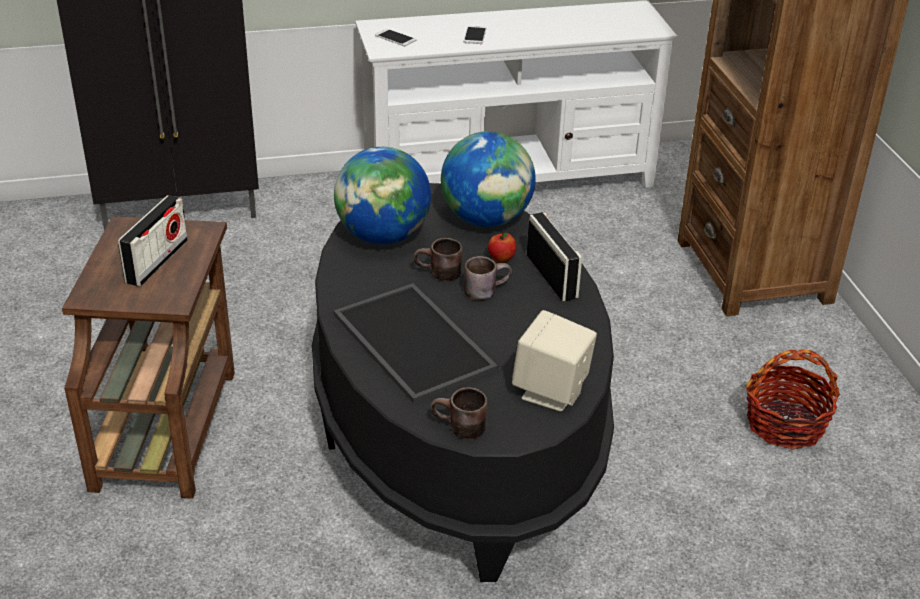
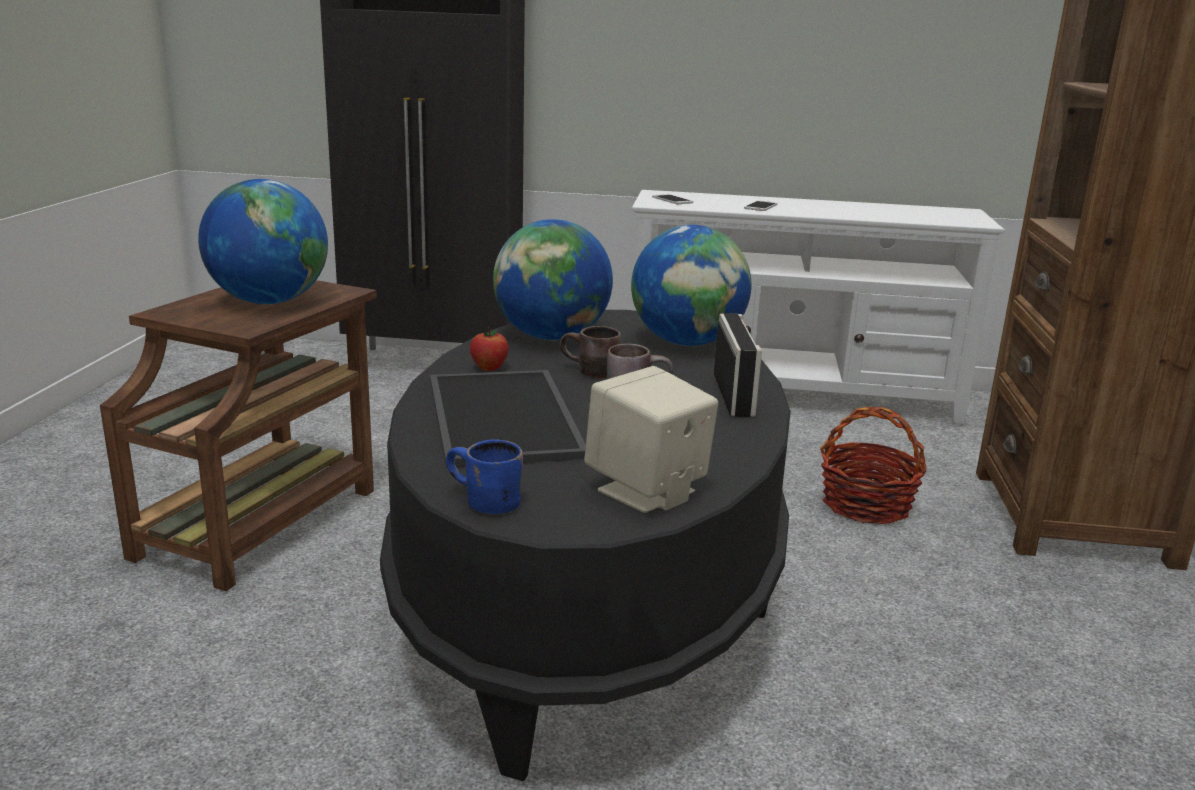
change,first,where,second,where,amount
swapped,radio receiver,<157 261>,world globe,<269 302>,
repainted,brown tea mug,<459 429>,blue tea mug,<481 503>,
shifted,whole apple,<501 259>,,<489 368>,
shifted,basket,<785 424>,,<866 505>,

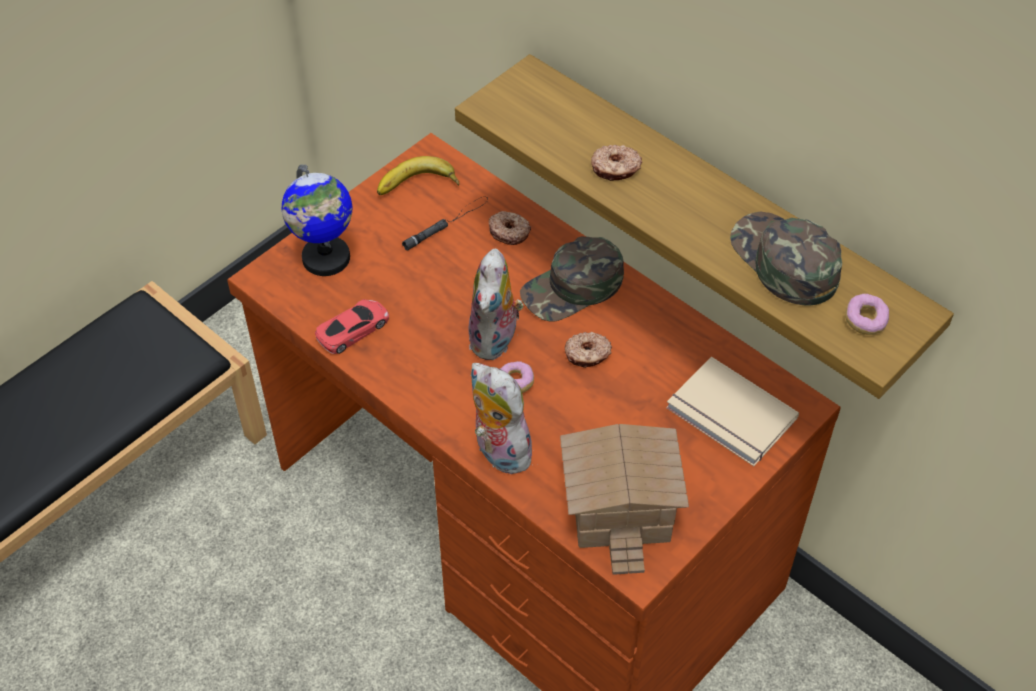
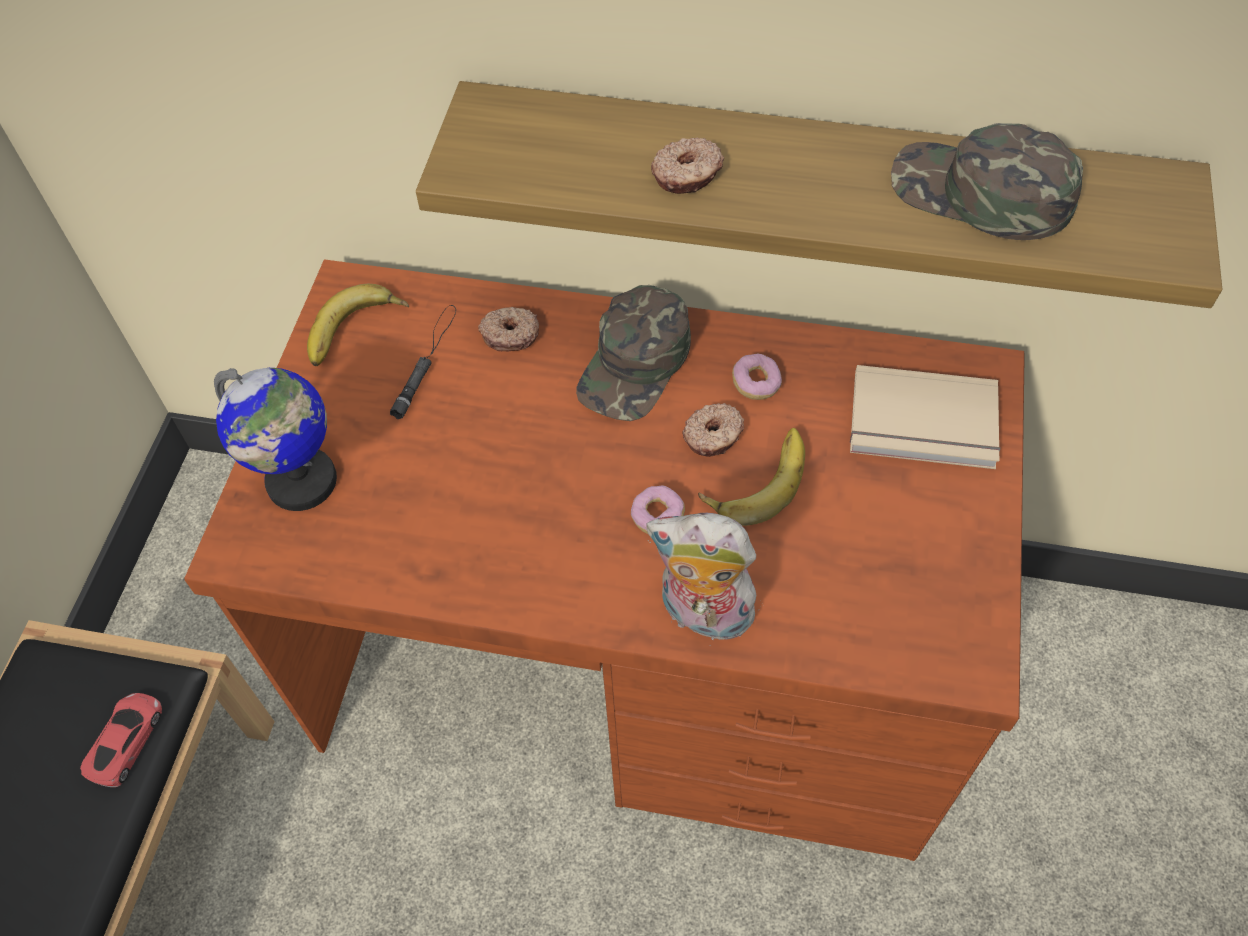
change,first,where,second,where,amount
shifted,reddish miniature car,<353 329>,,<125 741>,
gone,soft toy,<496 340>,,,
gone,model house,<616 505>,,,
shifted,doughnut,<865 321>,,<756 384>,
new,,,whole banana,<755 479>,

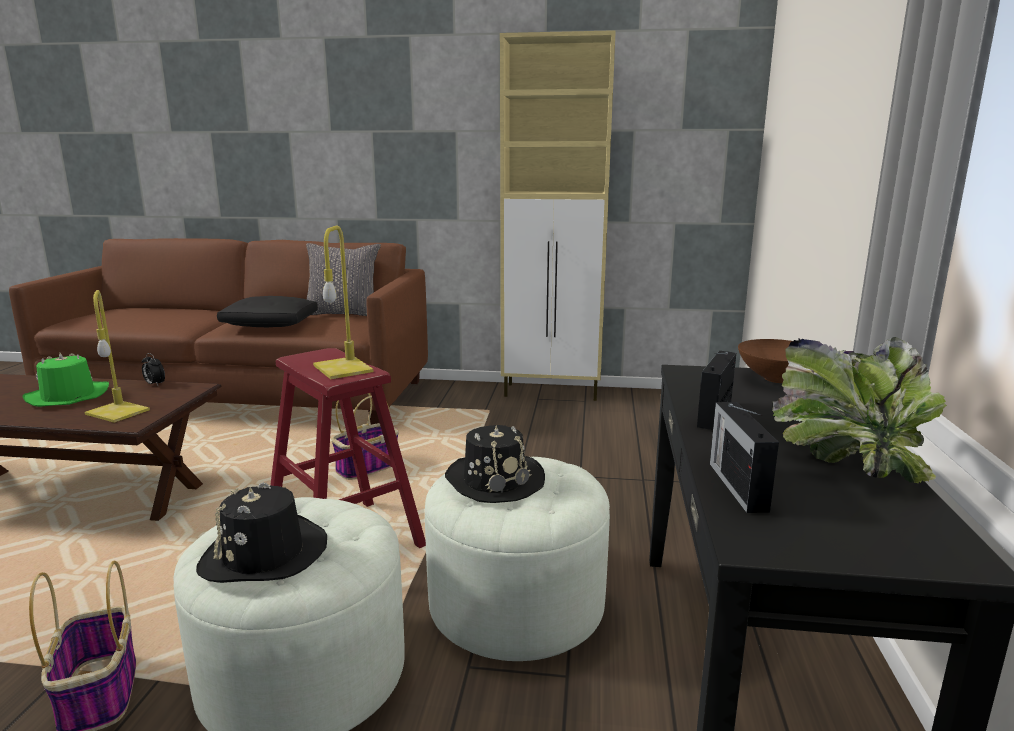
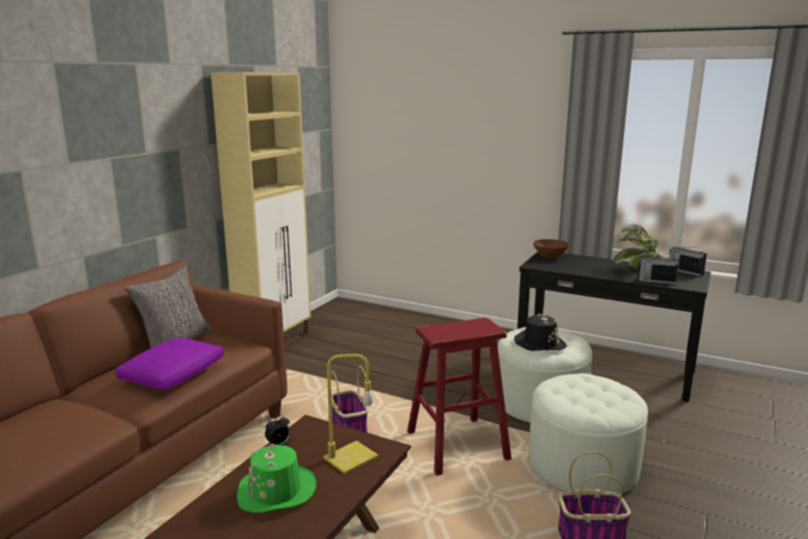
change,first,where,second,where,amount
gone,black wearable hat,<264 555>,,,
repainted,black pillow,<271 324>,purple pillow,<174 374>,
gone,yellow-coloured lamp for a table,<341 368>,,,
shifted,radio receiver,<715 414>,,<685 271>,

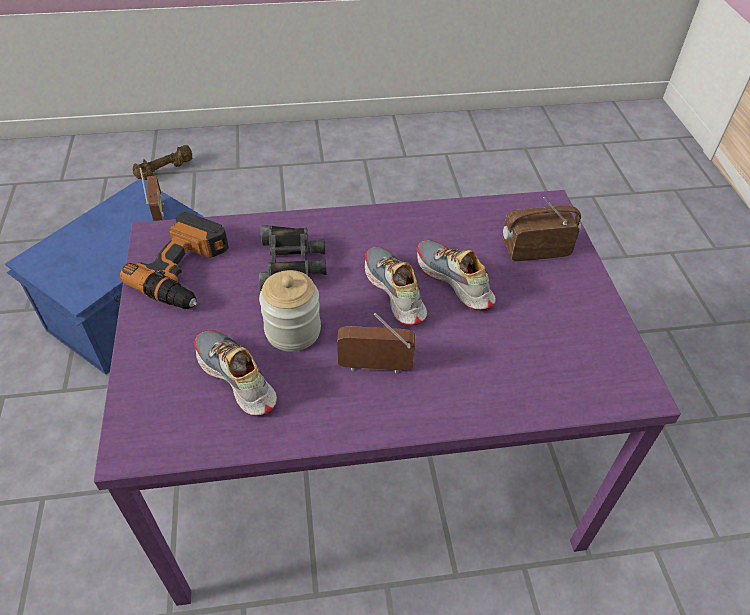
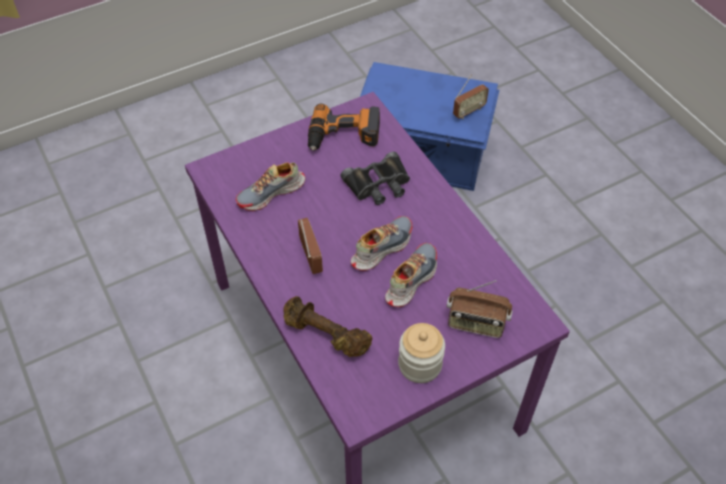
change,first,where,second,where,amount
shifted,brown dumbbell,<165 171>,,<325 335>,
rotated,low shoe,<236 378>,,<271 193>,150 degrees counterclockwise
shifted,preserve jar,<293 331>,,<420 364>,
rotated,radio receiver,<535 249>,,<476 323>,135 degrees clockwise

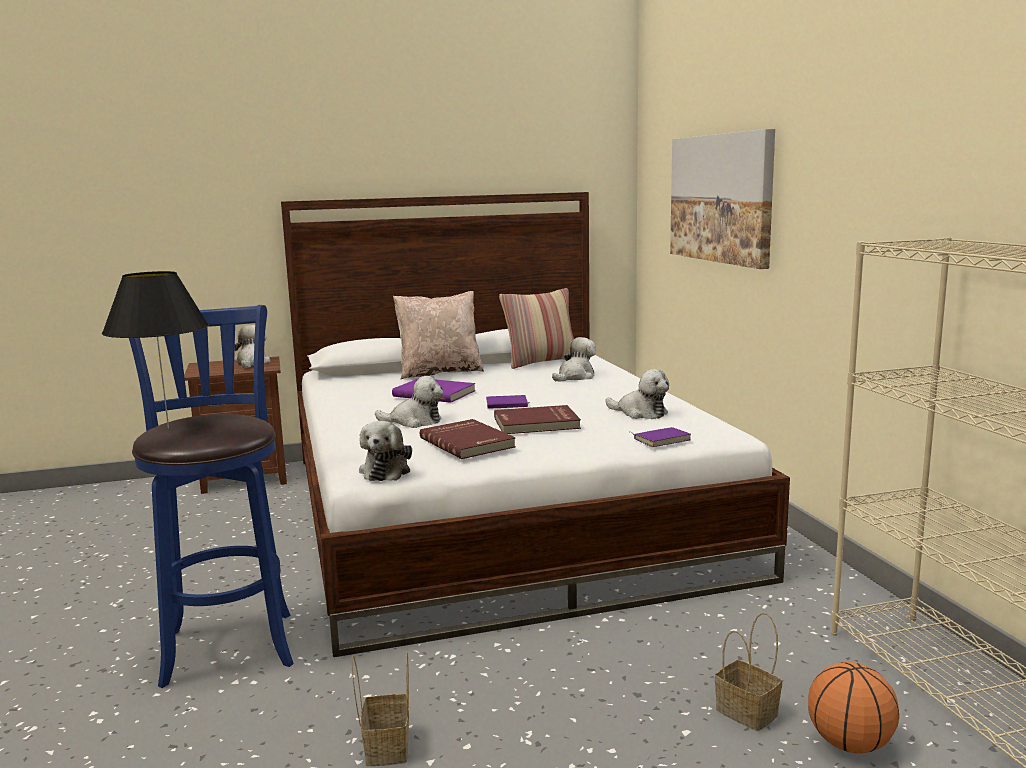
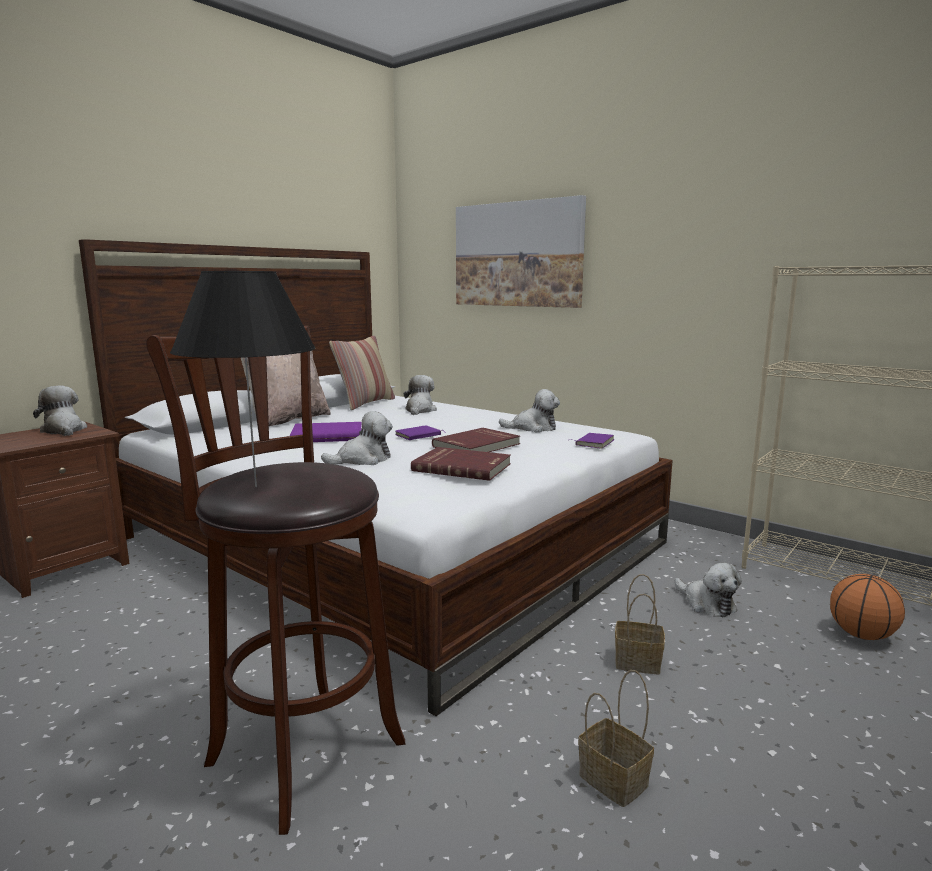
change,first,where,second,where,amount
repainted,blue stool,<229 644>,brown stool,<300 748>,
shifted,soft toy,<386 470>,,<706 604>,
shifted,basket,<749 712>,,<639 662>,

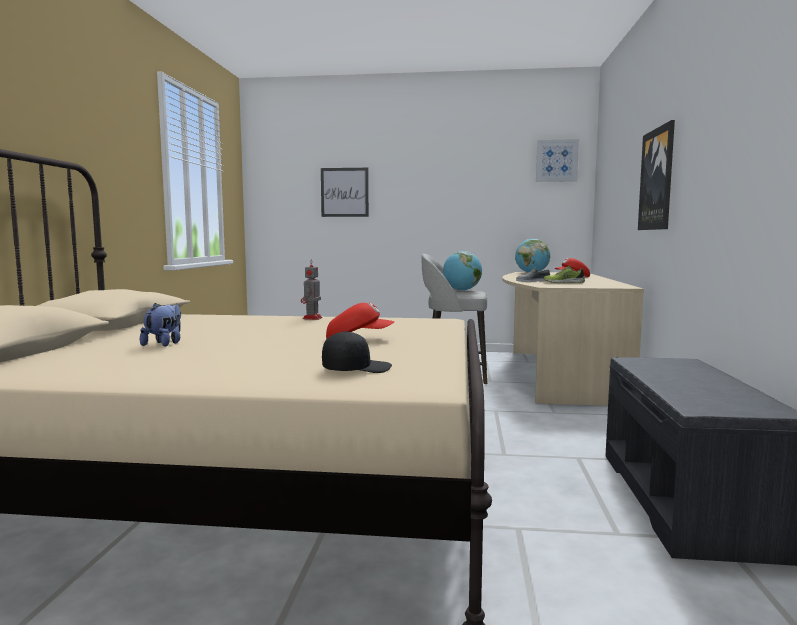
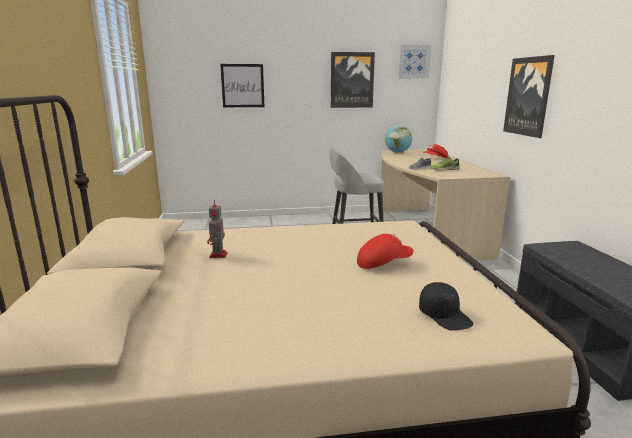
change,first,where,second,where,amount
gone,soft toy,<164 344>,,,
shifted,model robot,<312 318>,,<218 255>,
rotated,black cap,<356 369>,,<445 316>,90 degrees clockwise
gone,world globe,<462 290>,,,
new,,,picture,<352 80>,

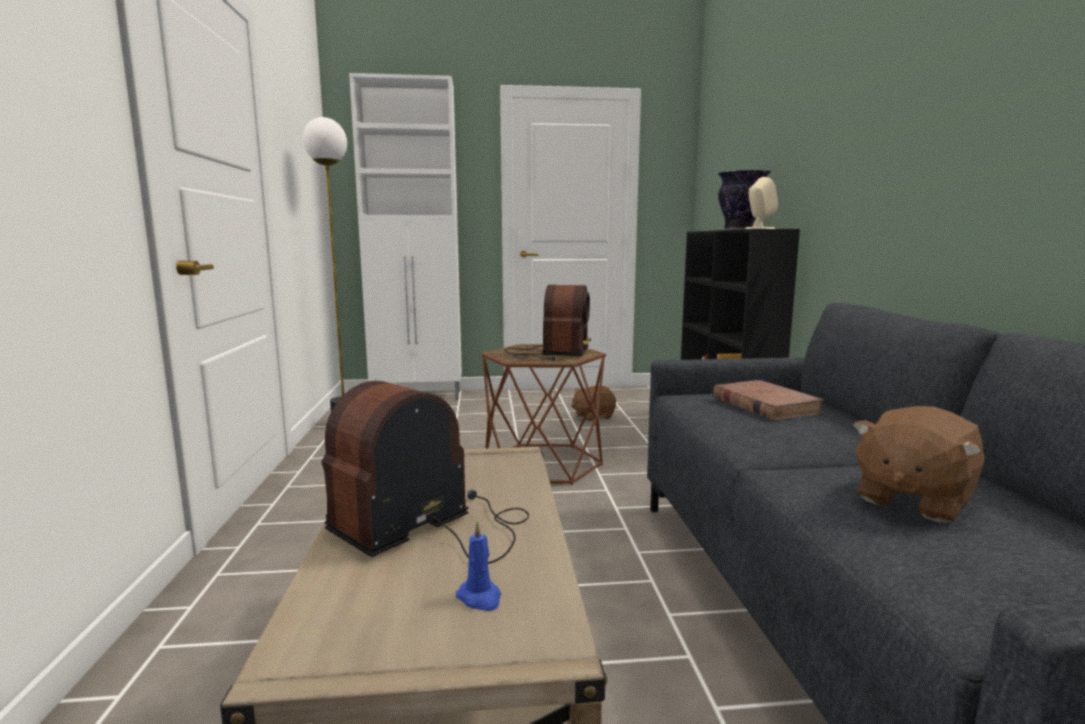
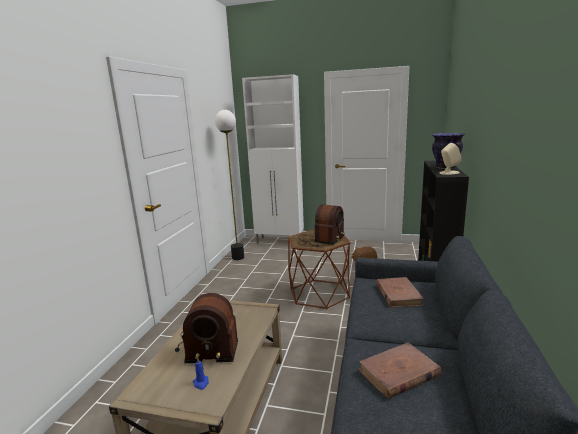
change,first,where,second,where,amount
rotated,radio receiver,<433 527>,,<207 345>,150 degrees counterclockwise
swapped,brown soft toy,<911 499>,brown book,<398 373>,

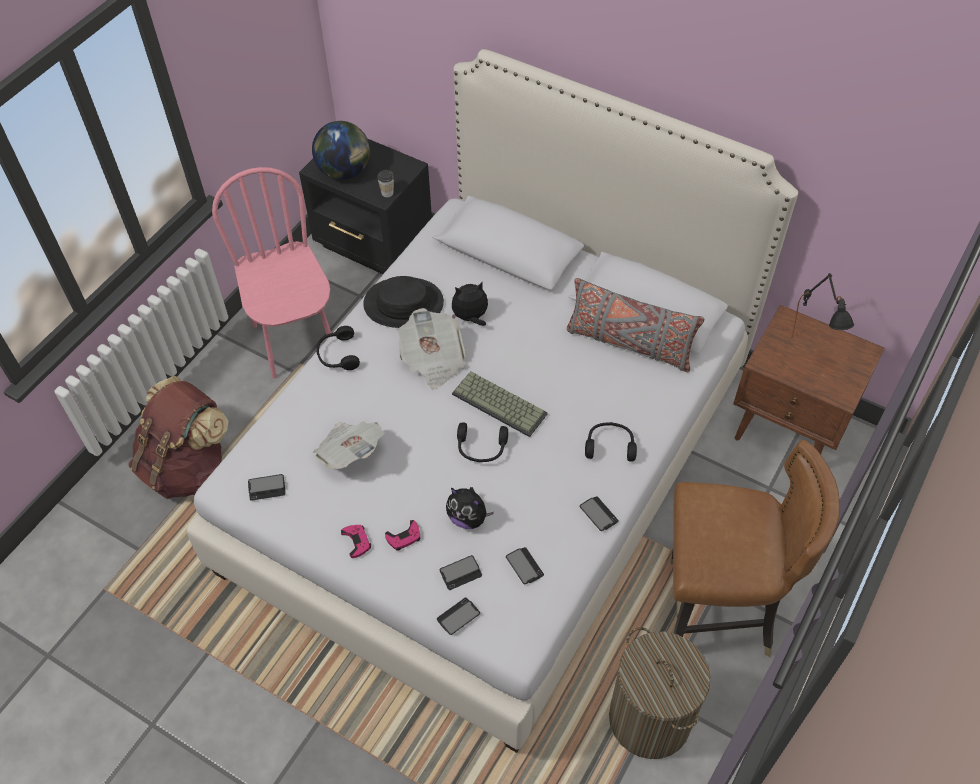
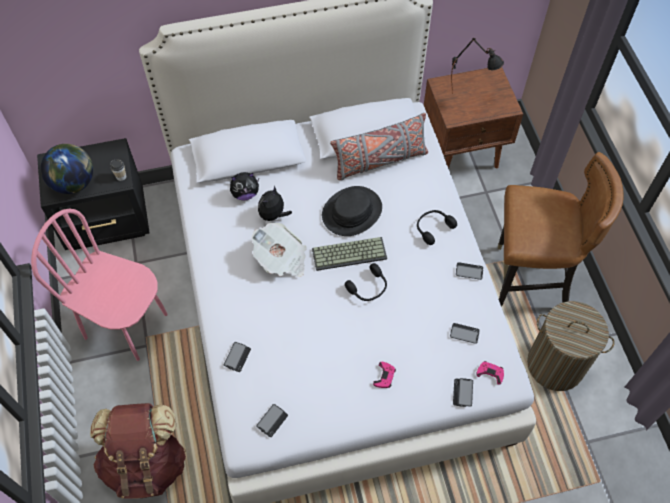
change,first,where,second,where,amount
gone,printed paper,<350 452>,,,
gone,black pair of headphones,<337 355>,,,
shifted,pink-coloured game controller,<356 541>,,<490 373>,
shifted,black wearable hat,<403 304>,,<352 212>,
shifted,phone,<460 573>,,<237 357>,
shifted,soft toy,<468 518>,,<245 194>,
rotated,brown chair,<715 612>,,<528 281>,45 degrees clockwise

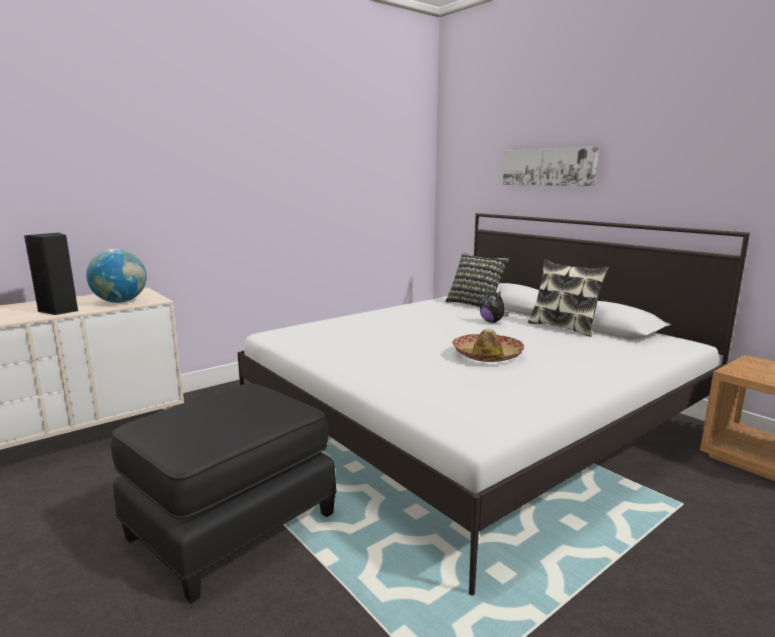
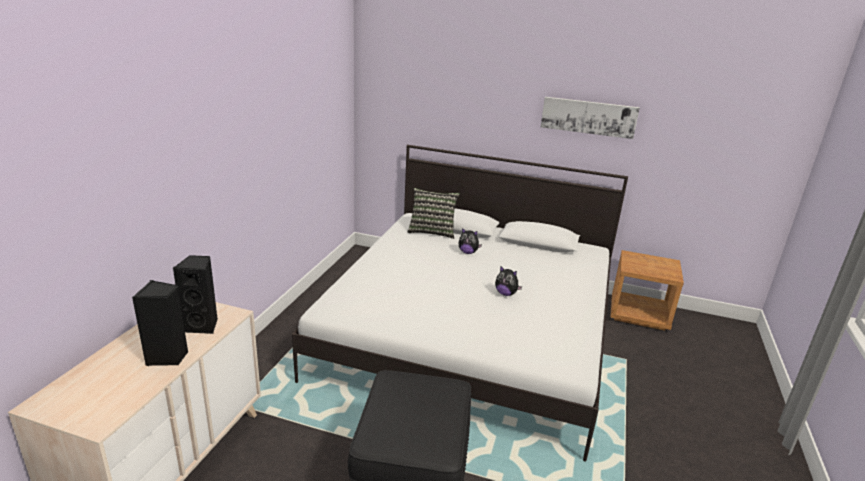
change,first,where,second,where,amount
swapped,world globe,<120 302>,black speaker,<203 326>,
swapped,wearable hat,<486 355>,soft toy,<506 294>,
shifted,picture,<548 167>,,<588 117>,
gone,pillow,<563 327>,,,

